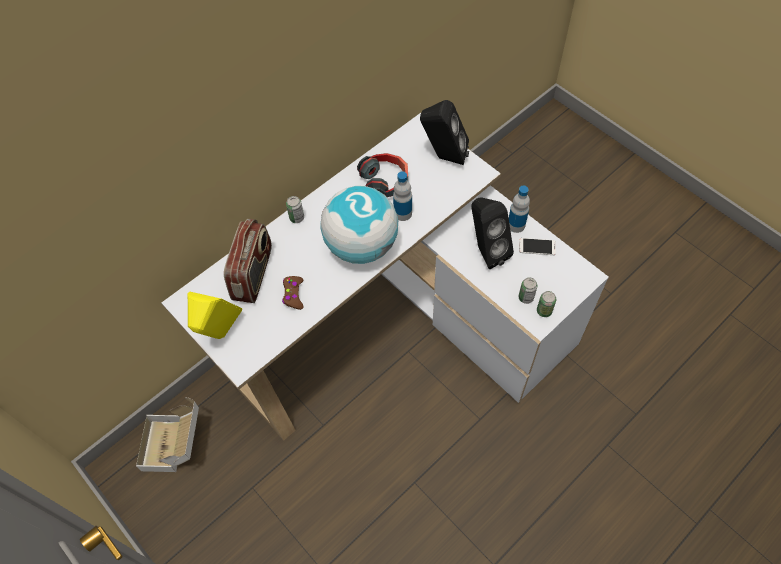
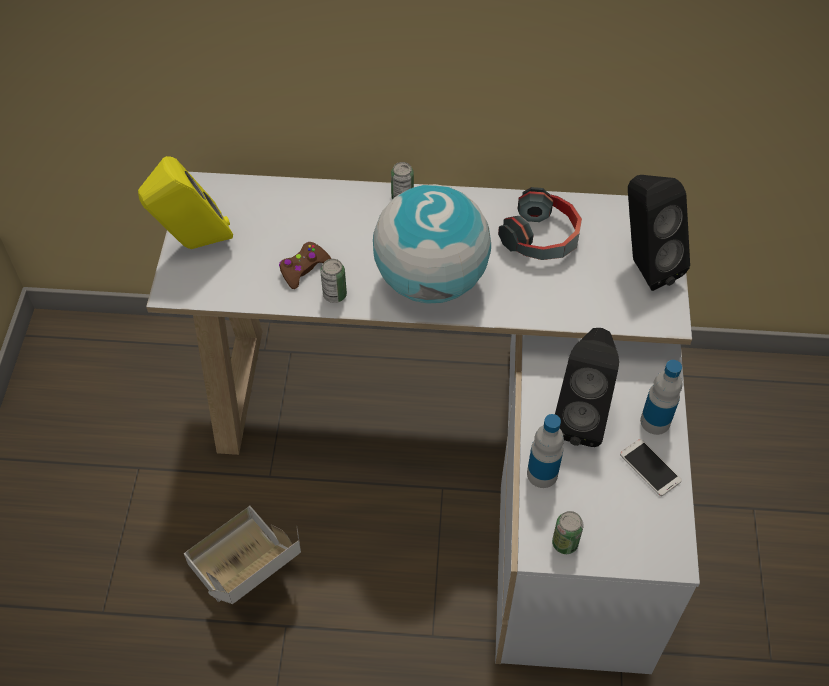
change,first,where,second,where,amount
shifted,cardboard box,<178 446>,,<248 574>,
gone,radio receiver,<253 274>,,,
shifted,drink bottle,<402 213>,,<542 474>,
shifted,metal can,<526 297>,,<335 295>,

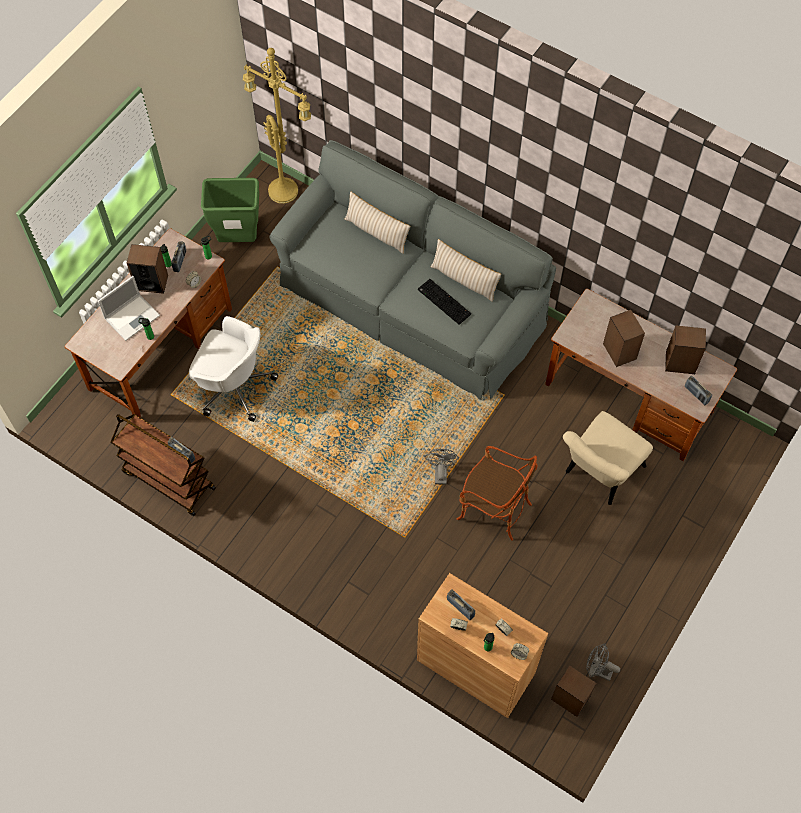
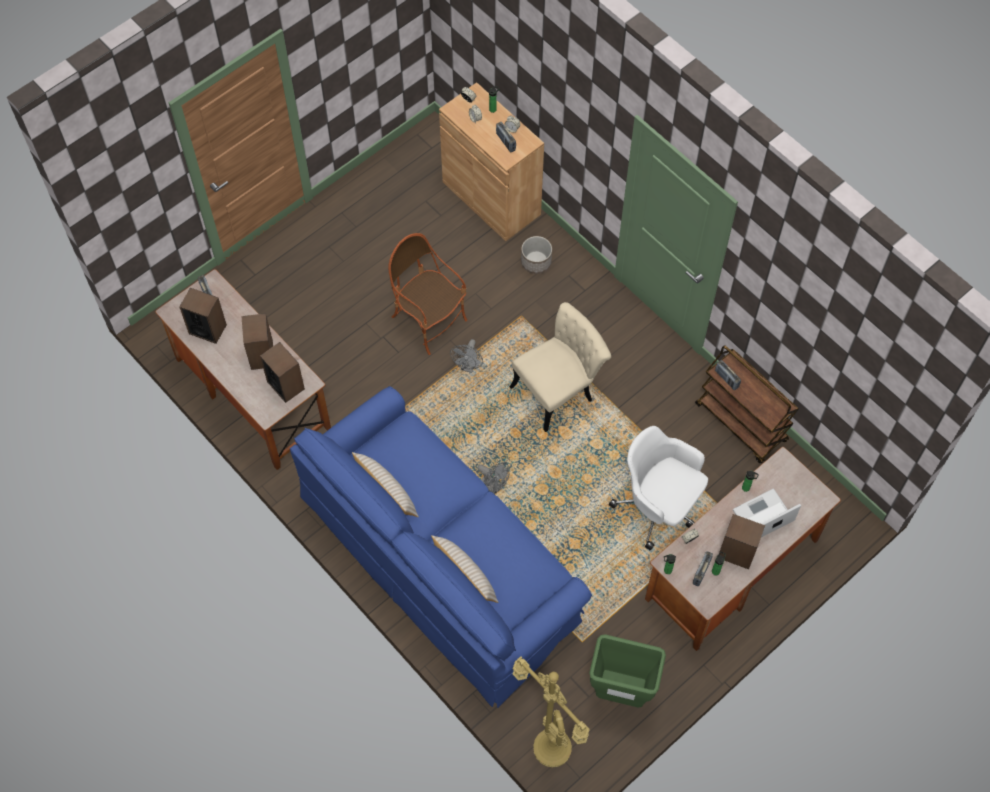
change,first,where,second,where,amount
repainted,grey sofa,<409 301>,blue sofa,<442 559>,
gone,computer keyboard,<443 302>,,,
shifted,speaker,<570 699>,,<286 385>,
shifted,beige chair,<599 474>,,<559 389>,
shifted,grey electric fan,<597 670>,,<493 486>,
new,,,planter,<536 262>,

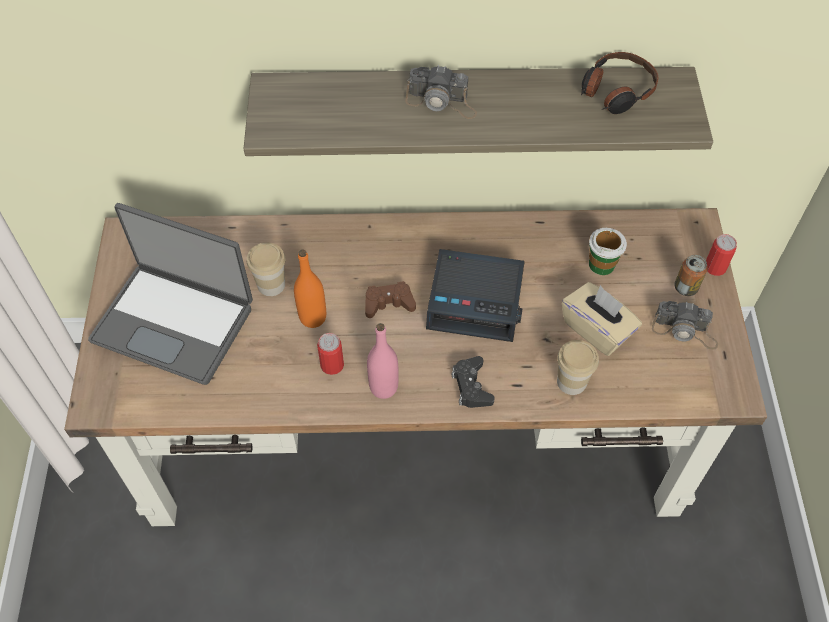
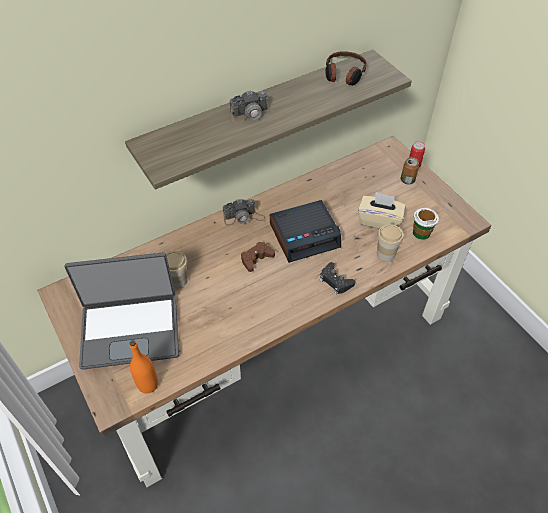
change,first,where,second,where,amount
shifted,orangey drink bottle,<313 317>,,<148 384>,
gone,metal can,<332 365>,,,
gone,pink-coloured drink bottle,<383 387>,,,
shifted,cup,<601 264>,,<421 233>,
shifted,photo camera,<685 331>,,<243 217>,

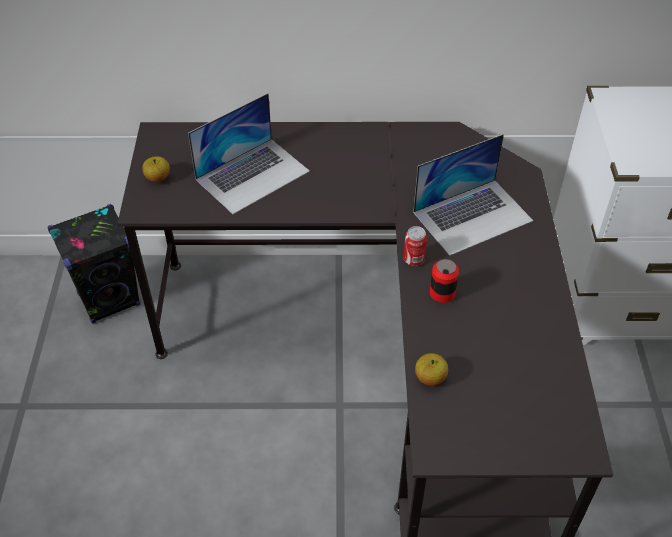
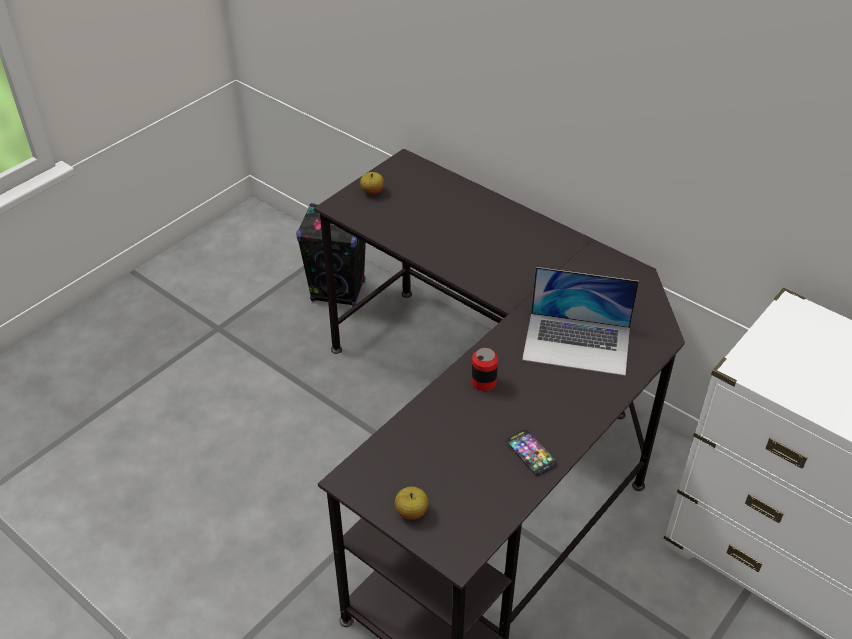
change,first,where,second,where,amount
gone,portable computer,<253 175>,,,
gone,metal can,<413 259>,,,
shifted,whole apple,<430 378>,,<411 512>,
new,,,phone,<531 453>,

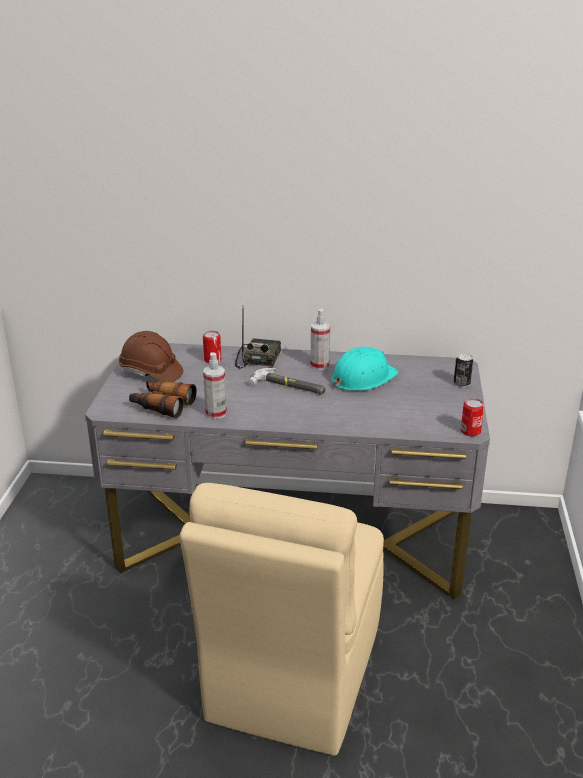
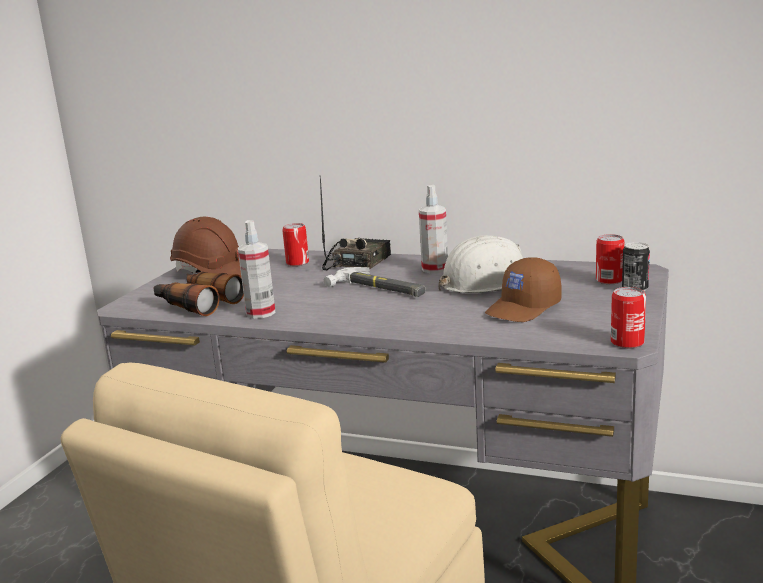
change,first,where,second,where,amount
repainted,blue-green hard hat,<362 378>,white hard hat,<488 282>,
new,,,brown cap,<524 308>,
new,,,metal can,<609 280>,

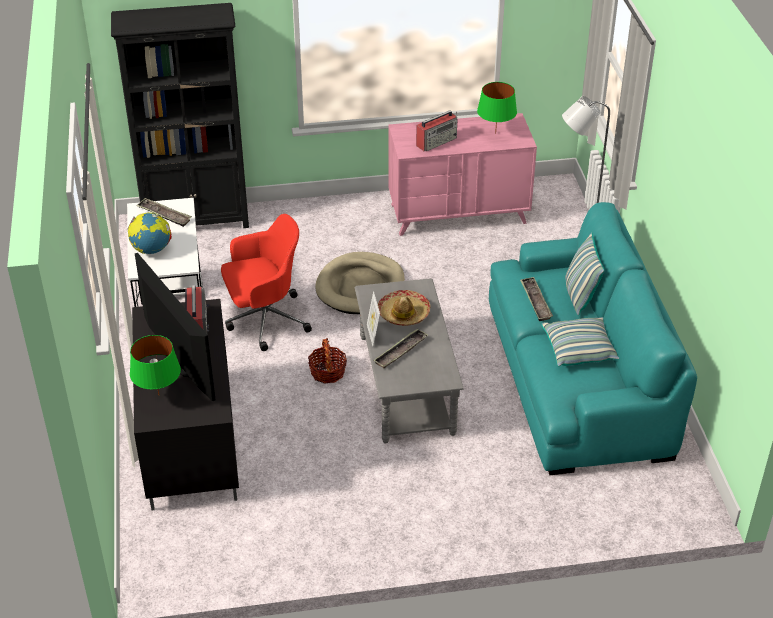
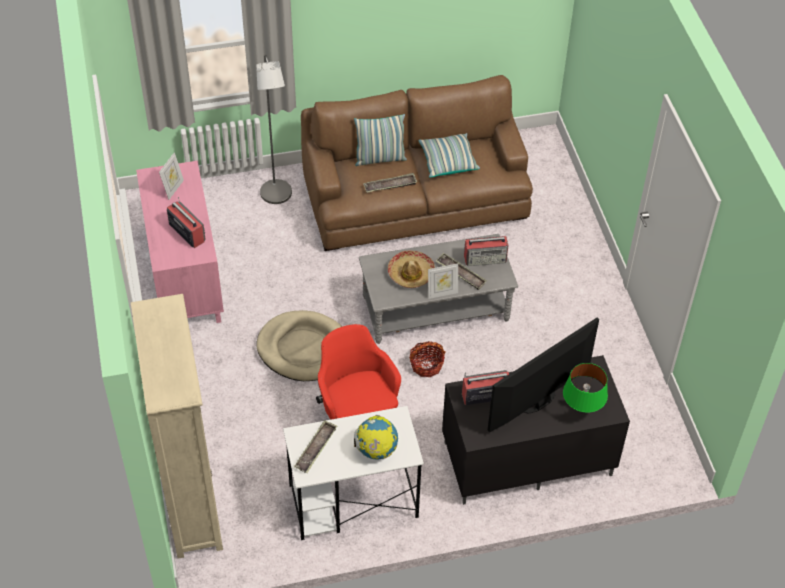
change,first,where,second,where,amount
repainted,black bookshelf,<197 220>,beige bookshelf,<192 503>,
swapped,greenish lamp for a table,<495 133>,standing frame,<173 189>,
repainted,blue-green sofa,<577 378>,brown sofa,<415 198>,
new,,,radio receiver,<486 259>,

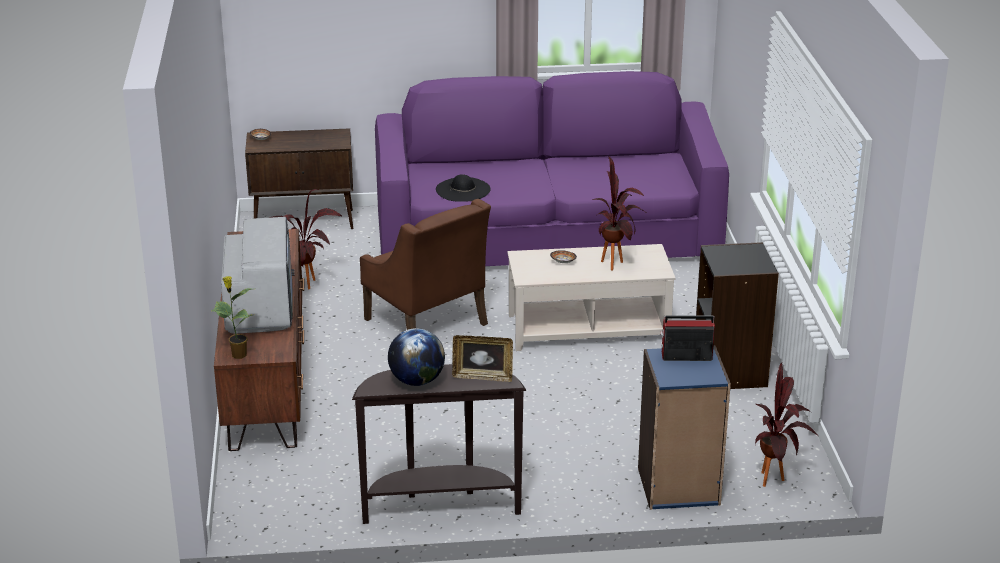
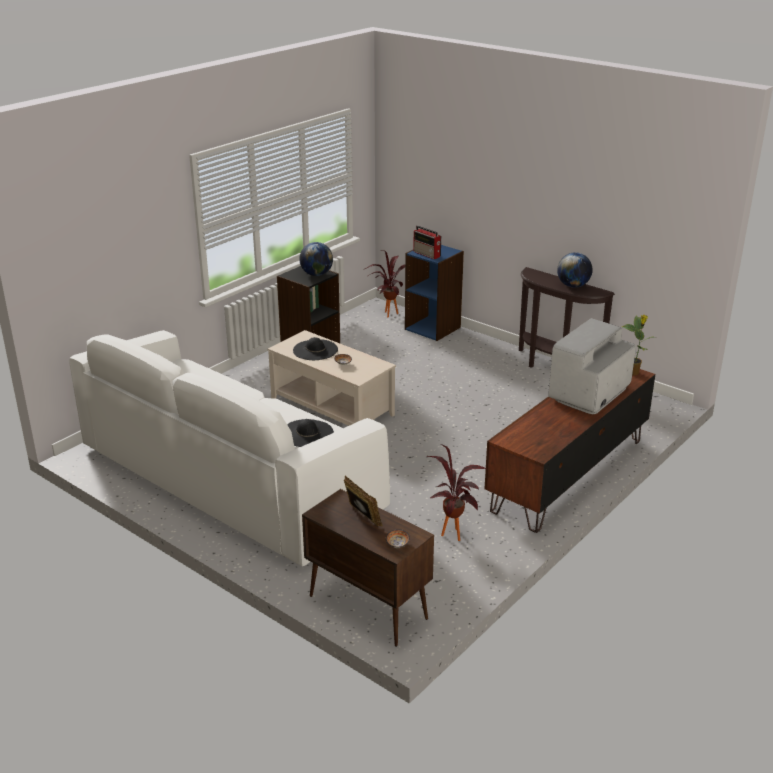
change,first,where,second,where,amount
gone,brown armchair,<426 322>,,,
repainted,purple sofa,<547 238>,white sofa,<229 478>,
shifted,standing frame,<482 377>,,<362 517>,
swapped,plant in a pot,<616 262>,black wearable hat,<315 350>,
new,,,world globe,<316 274>,

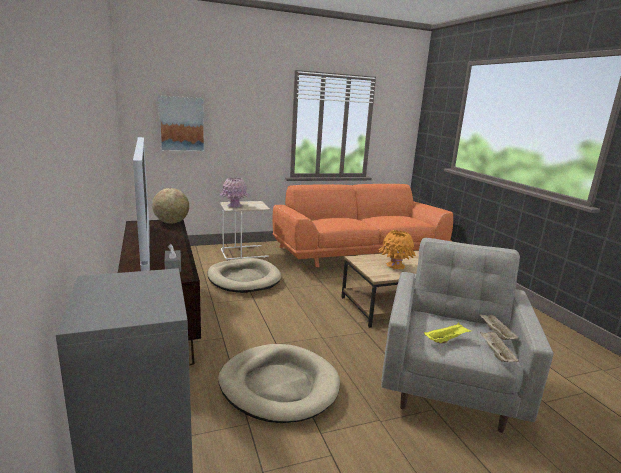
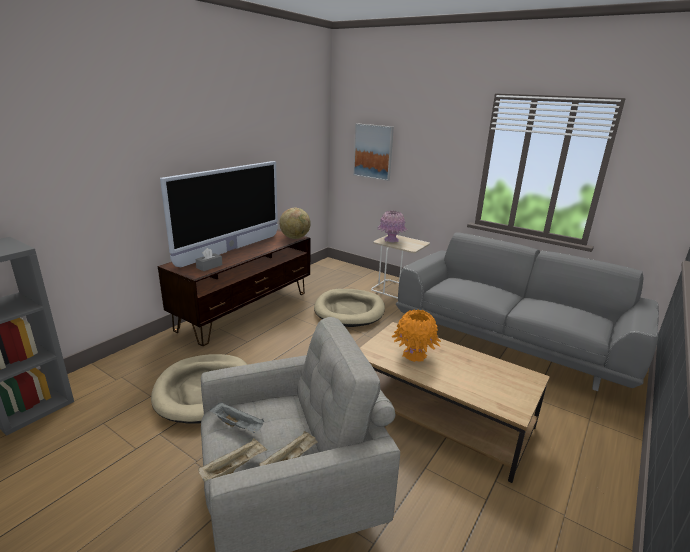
change,first,where,second,where,amount
repainted,orangey sofa,<358 253>,grey sofa,<513 341>,
repainted,yellow-coloured carrying tray,<446 340>,grey carrying tray,<238 425>,

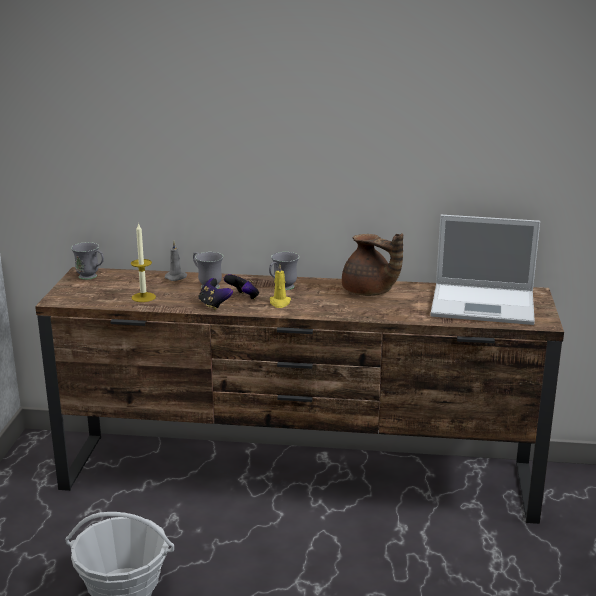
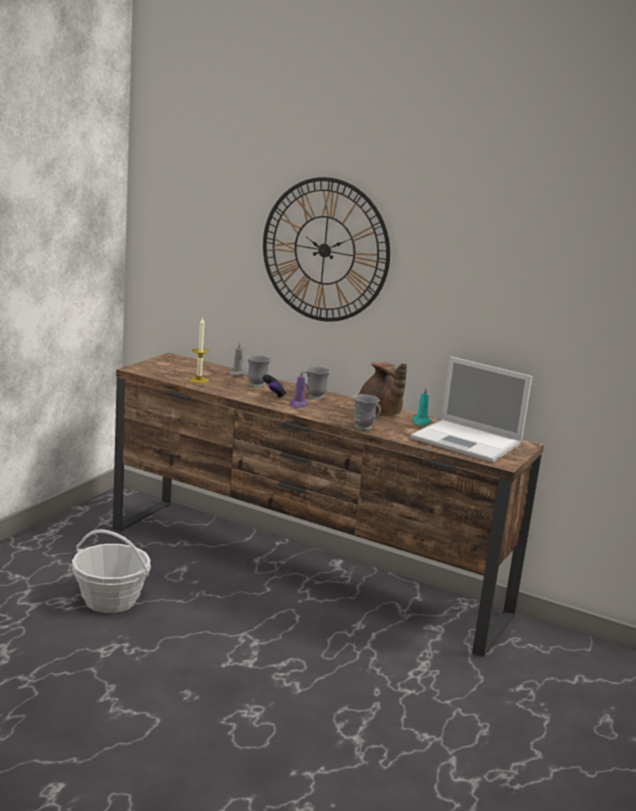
change,first,where,second,where,amount
shifted,grey tea mug,<91 277>,,<366 428>,
gone,game controller,<214 305>,,,
repainted,yellow-coloured candle,<280 303>,purple candle,<298 405>,
new,,,wall clock,<324 250>,
new,,,blue-green candle,<421 422>,

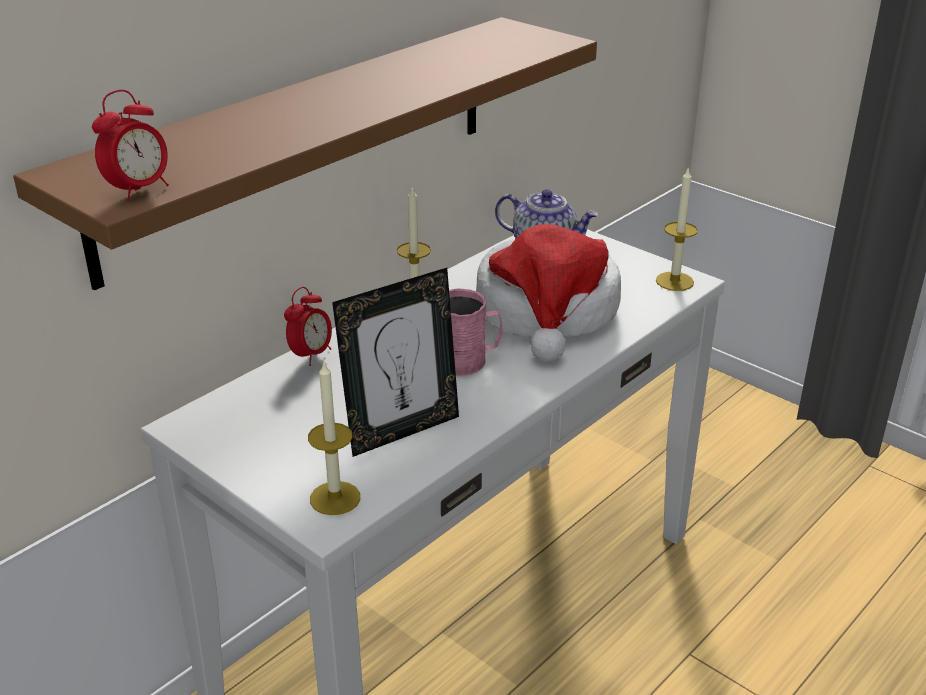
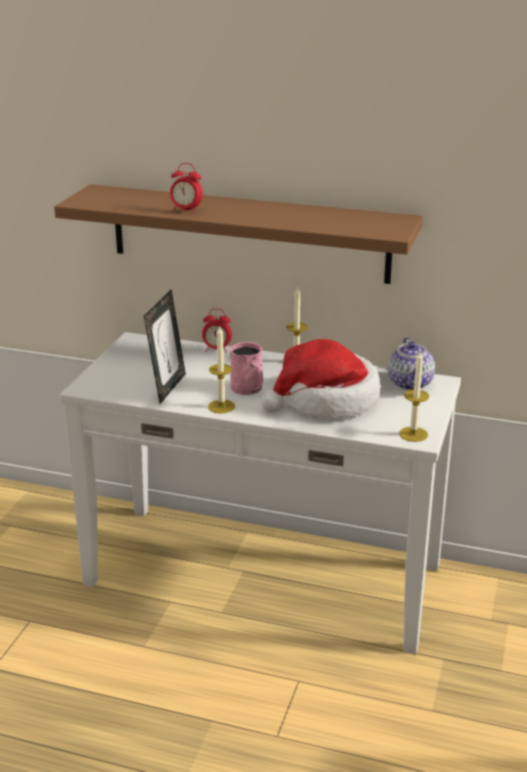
change,first,where,second,where,amount
shifted,alarm clock,<139 190>,,<186 211>,
shifted,candle,<335 498>,,<221 406>,
rotated,standing frame,<402 431>,,<167 388>,105 degrees counterclockwise

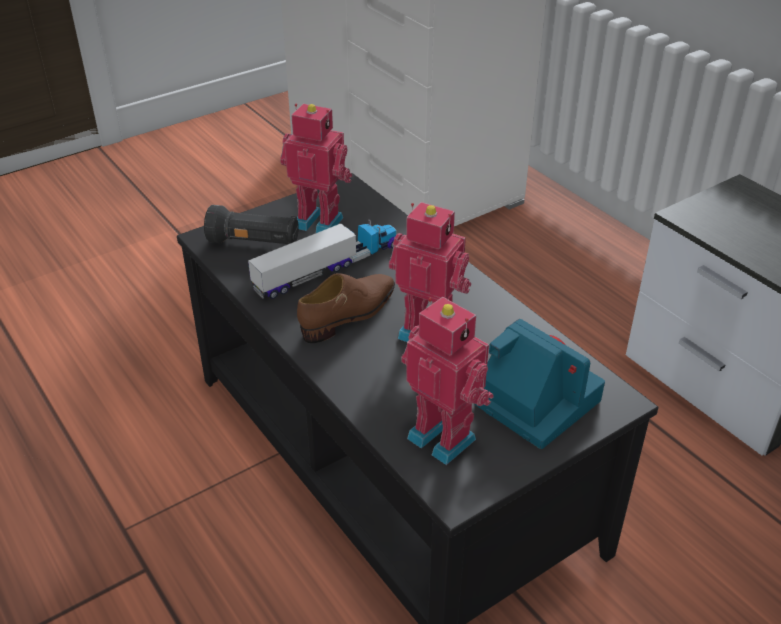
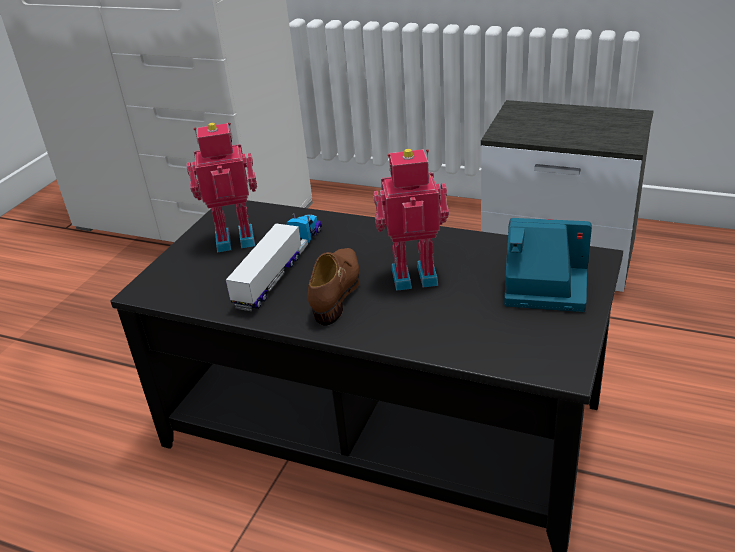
change,first,where,second,where,amount
gone,black torch,<254 243>,,,
gone,model robot,<444 436>,,,

